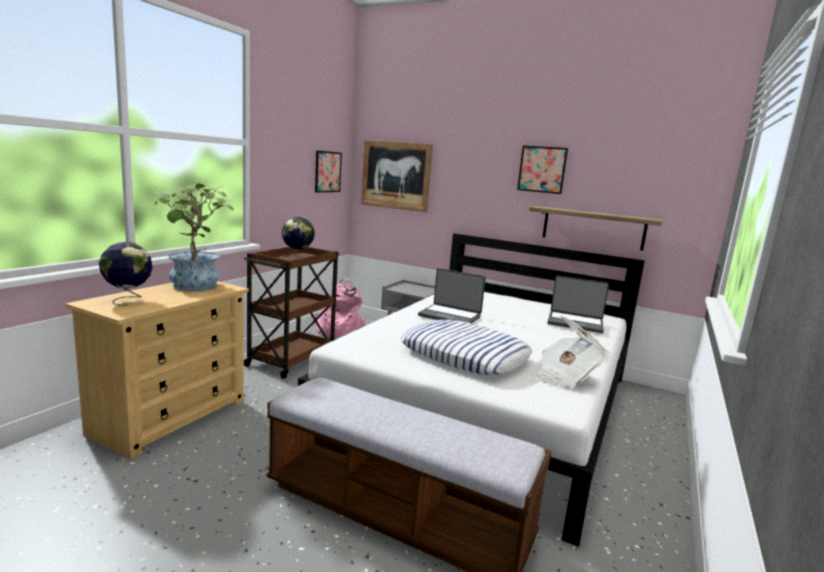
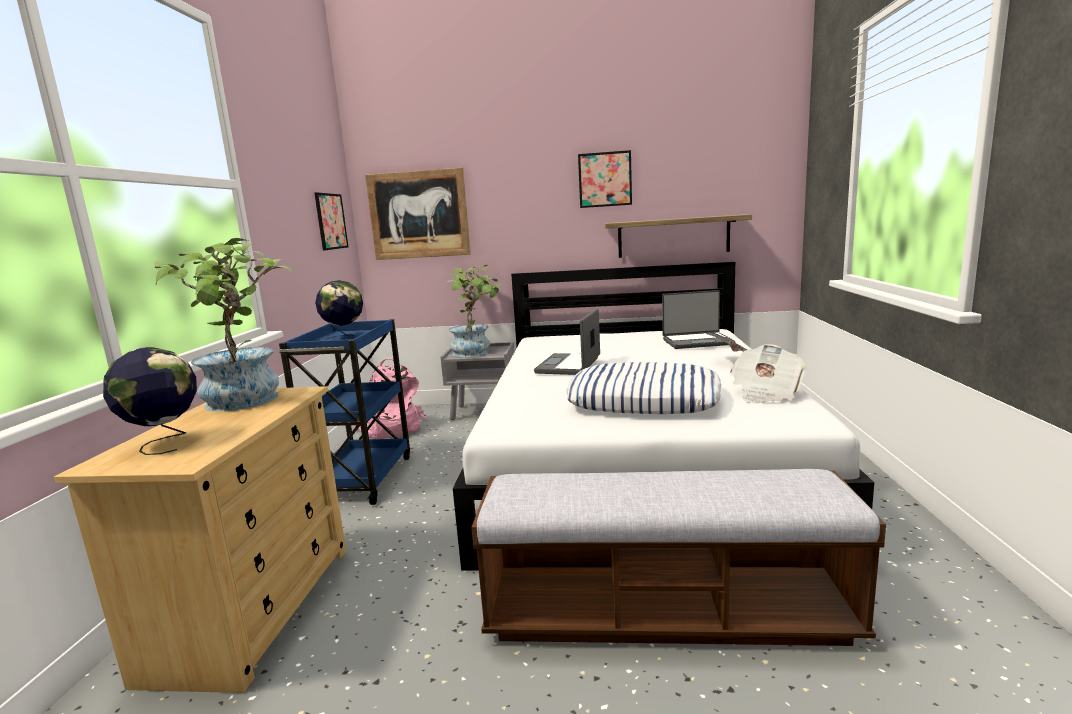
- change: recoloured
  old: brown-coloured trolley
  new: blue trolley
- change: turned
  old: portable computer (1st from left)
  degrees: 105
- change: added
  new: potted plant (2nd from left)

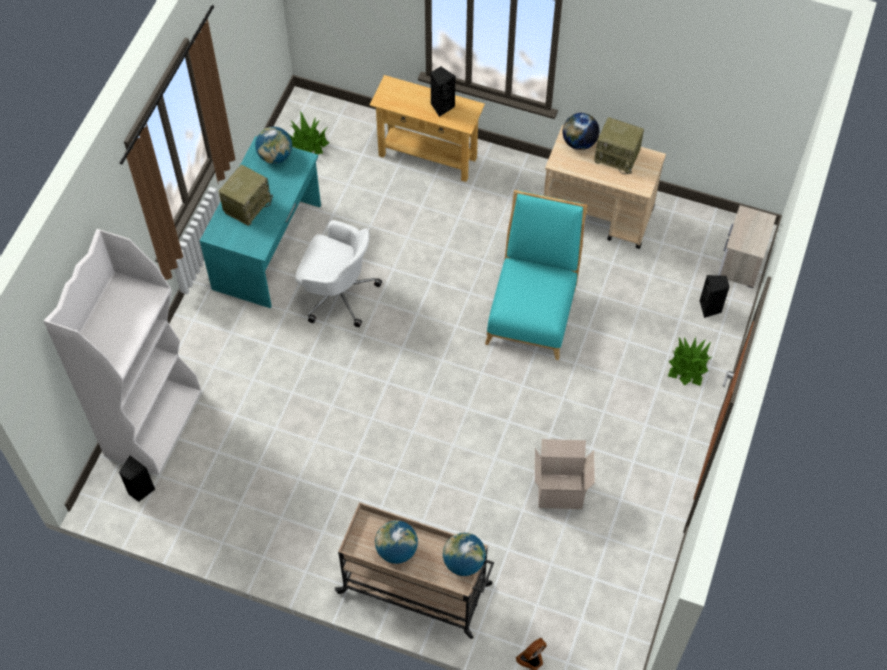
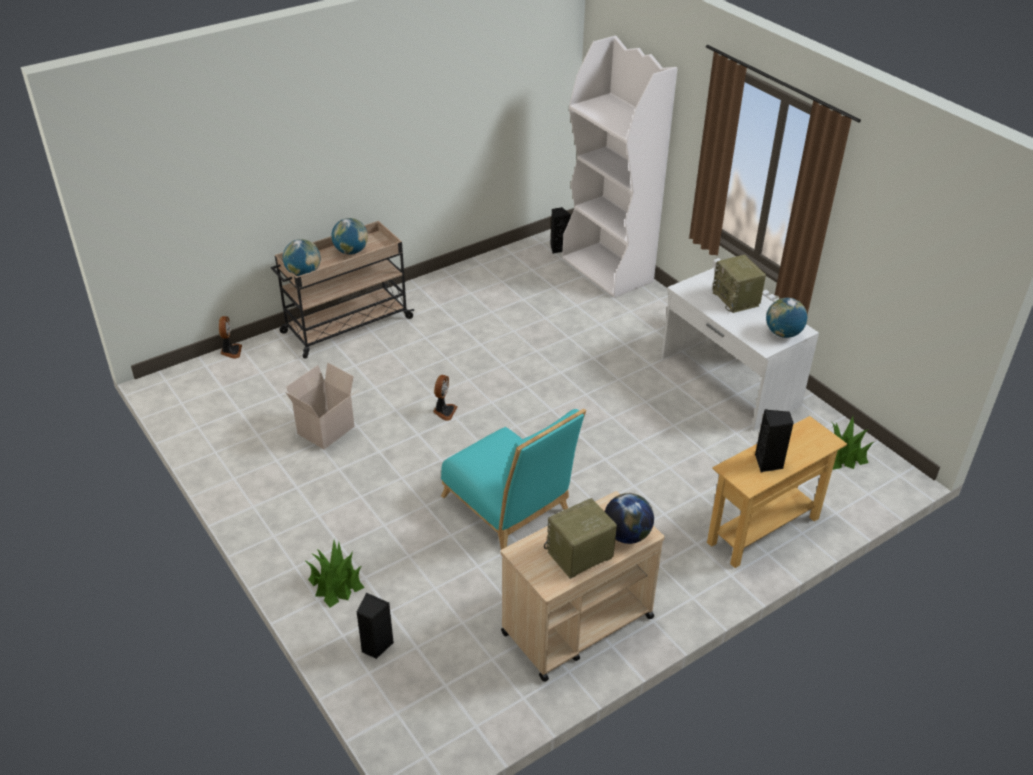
- change: recoloured
  old: blue-green desk table
  new: white desk table
- change: removed
  old: night table
- change: removed
  old: white desk chair
- change: added
  new: fan (2nd from left)

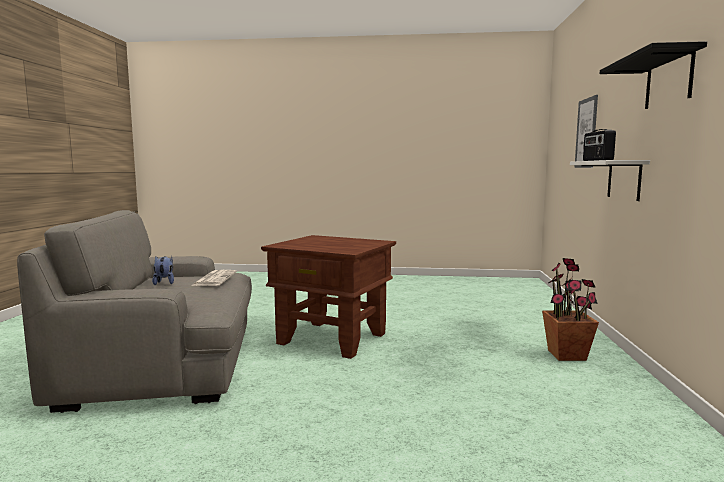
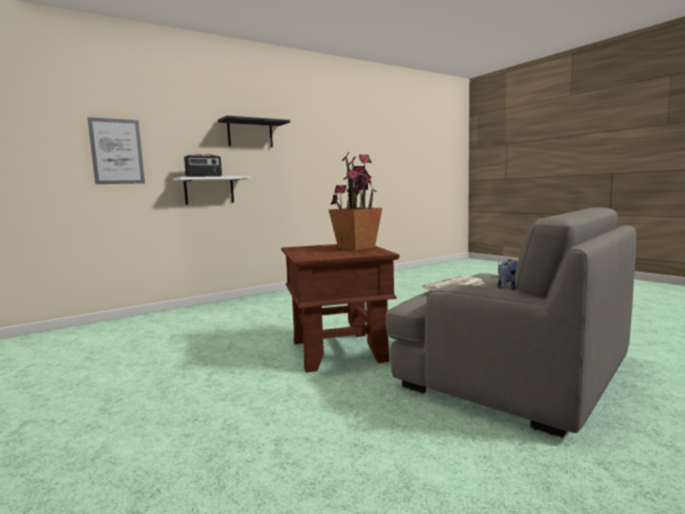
- change: moved
  old: potted plant

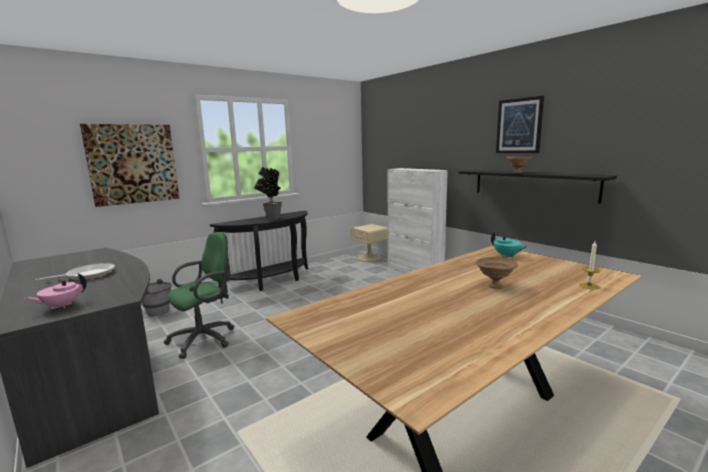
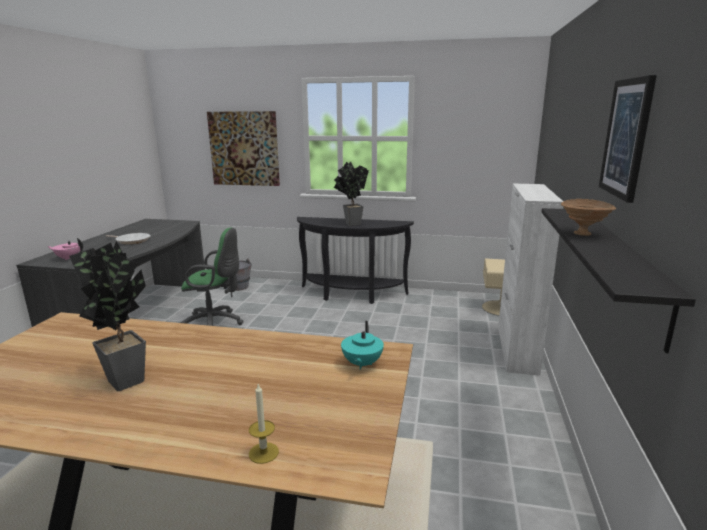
- change: removed
  old: brown-coloured bowl (1st from left)
- change: added
  new: potted plant (1st from left)

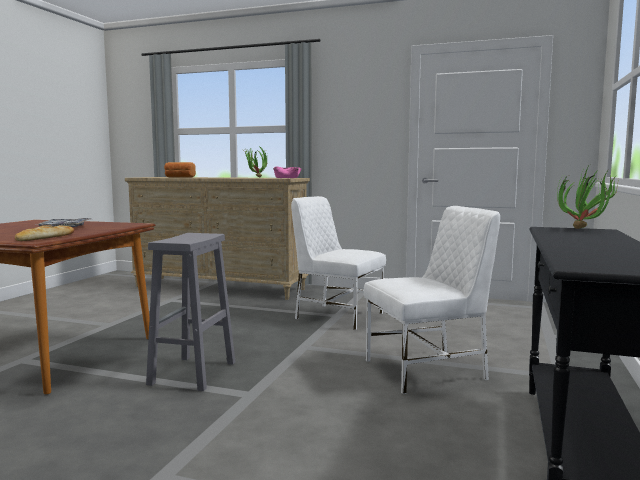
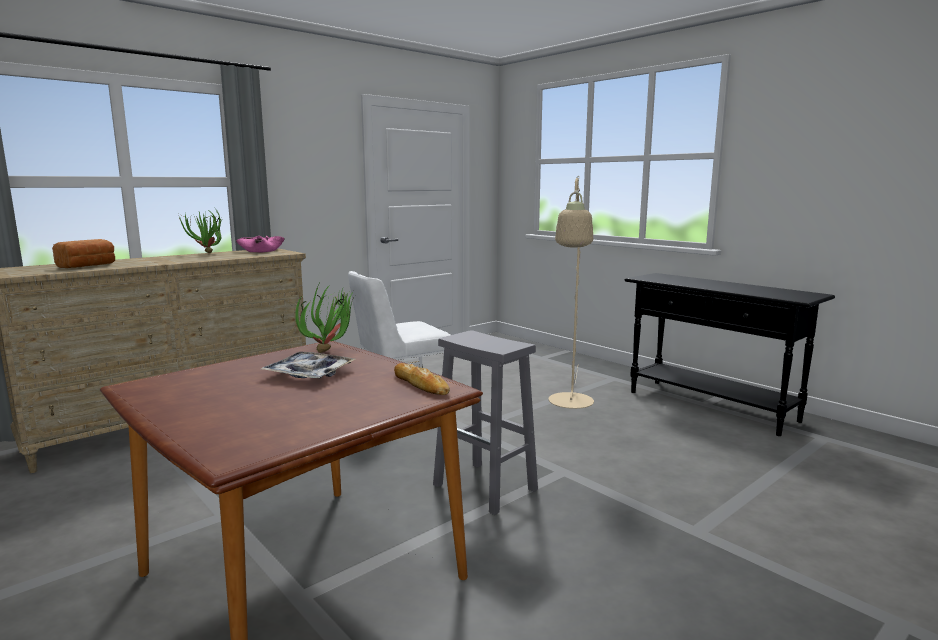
- change: moved
  old: potted plant (2nd from left)
- change: replaced
  old: white plain chair (2nd from left)
  new: beige-coloured standard lamp

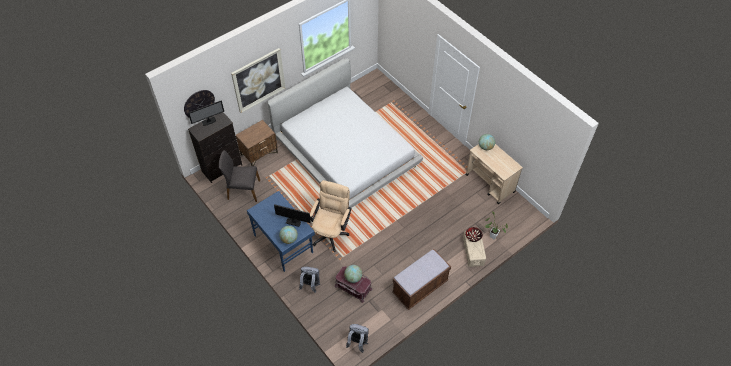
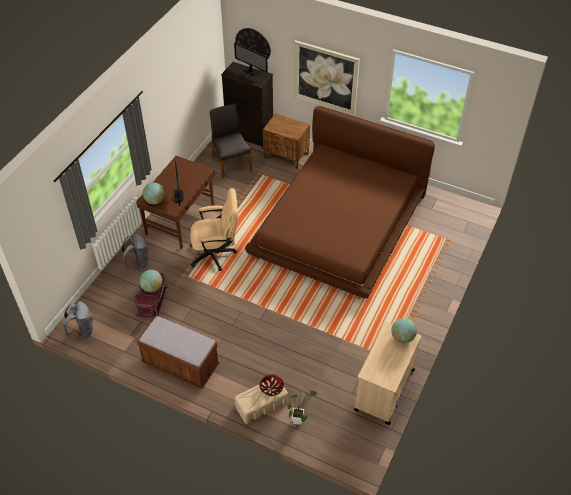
- change: recoloured
  old: white bed
  new: brown-coloured bed
- change: recoloured
  old: blue desk table
  new: brown-coloured desk table

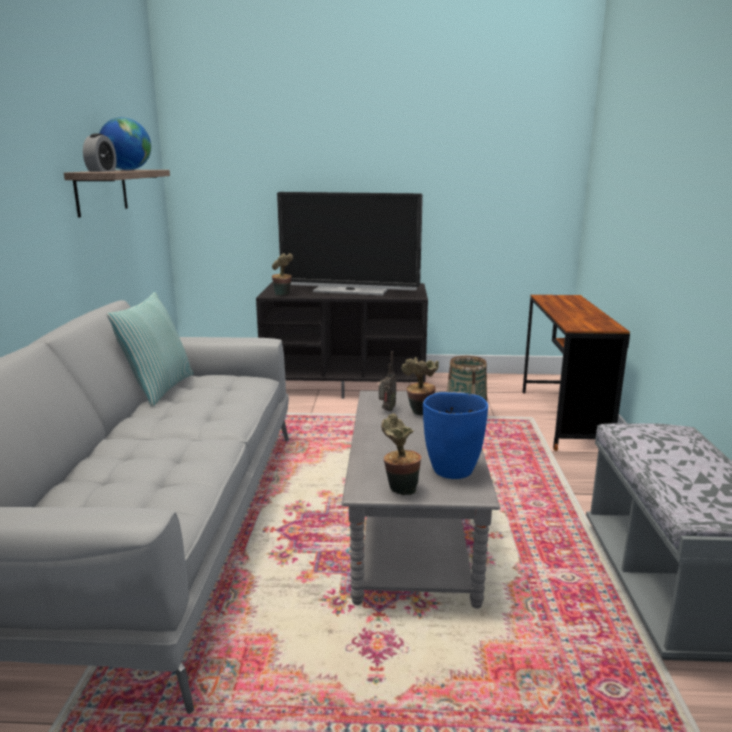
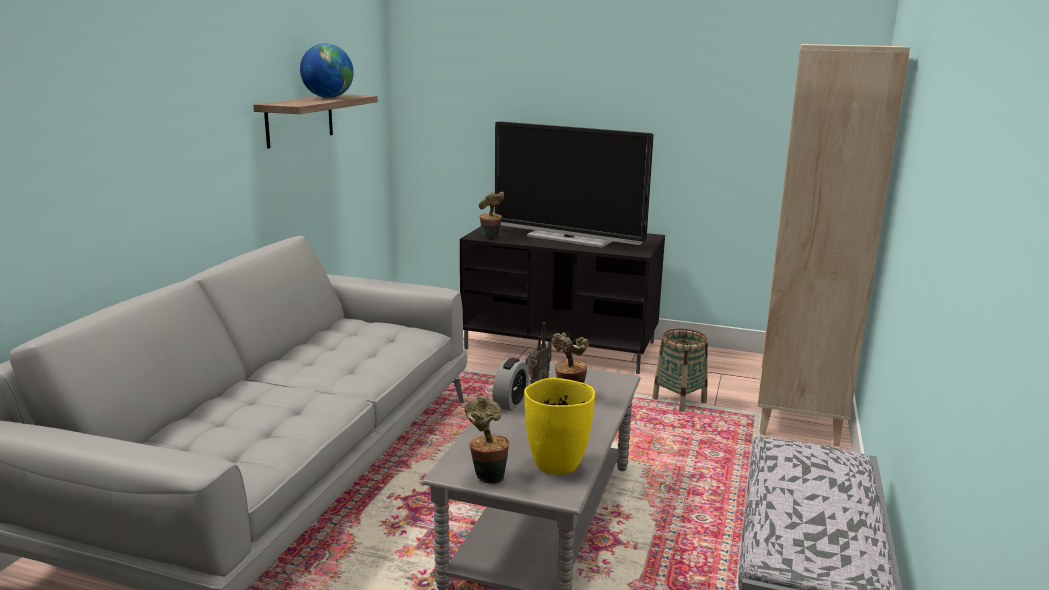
- change: moved
  old: bedside clock
- change: removed
  old: pillow
- change: replaced
  old: brown-coloured desk table
  new: beige-coloured bookshelf
- change: recoloured
  old: blue flower vase
  new: yellowish flower vase

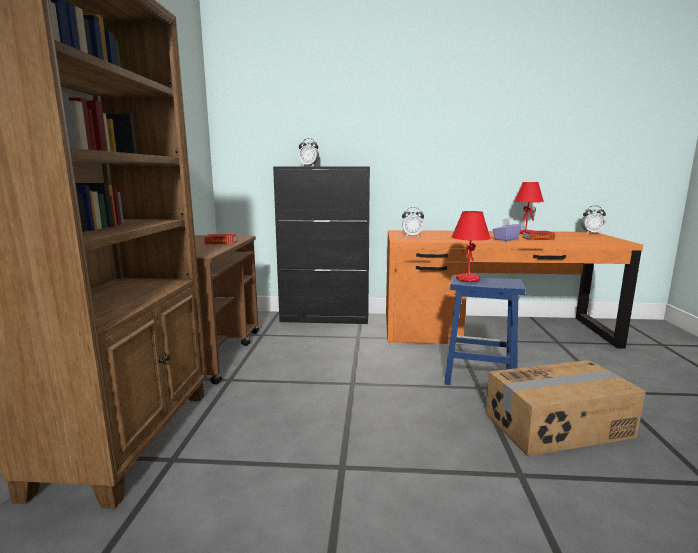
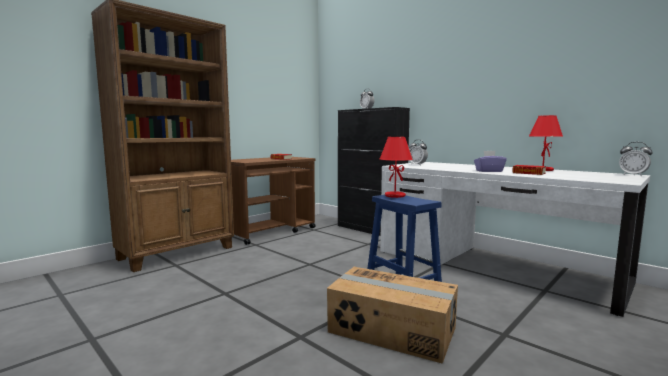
- change: recoloured
  old: orange-coloured desk table
  new: white desk table

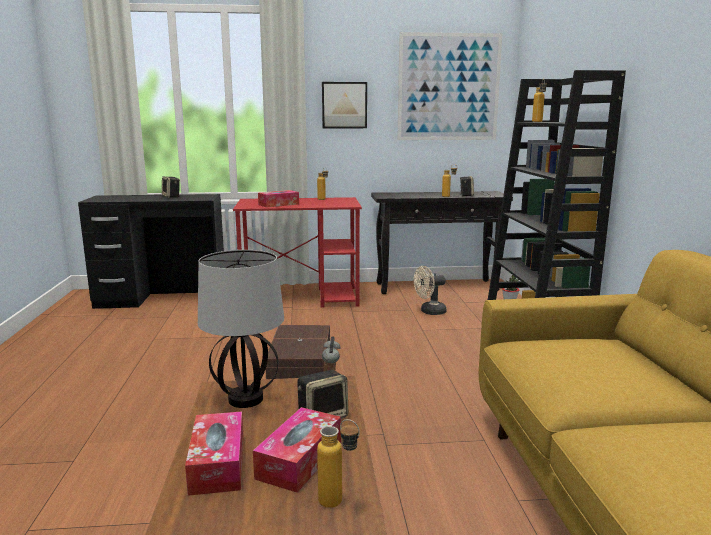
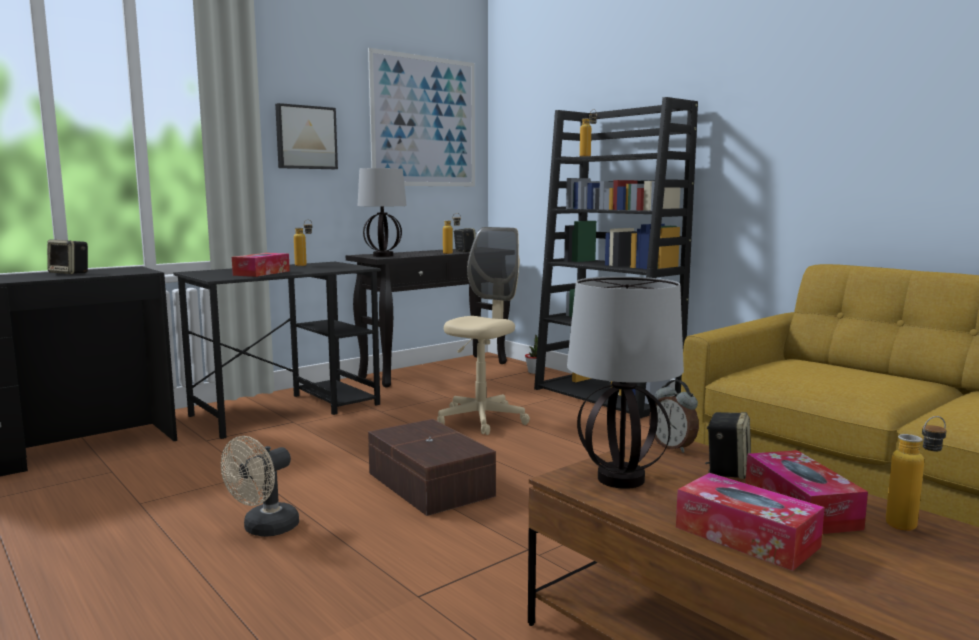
- change: recoloured
  old: red desk table
  new: blackish desk table (2nd from left)
- change: moved
  old: beige-coloured fan
- change: added
  new: table lamp (1st from left)
- change: added
  new: beige-coloured desk chair

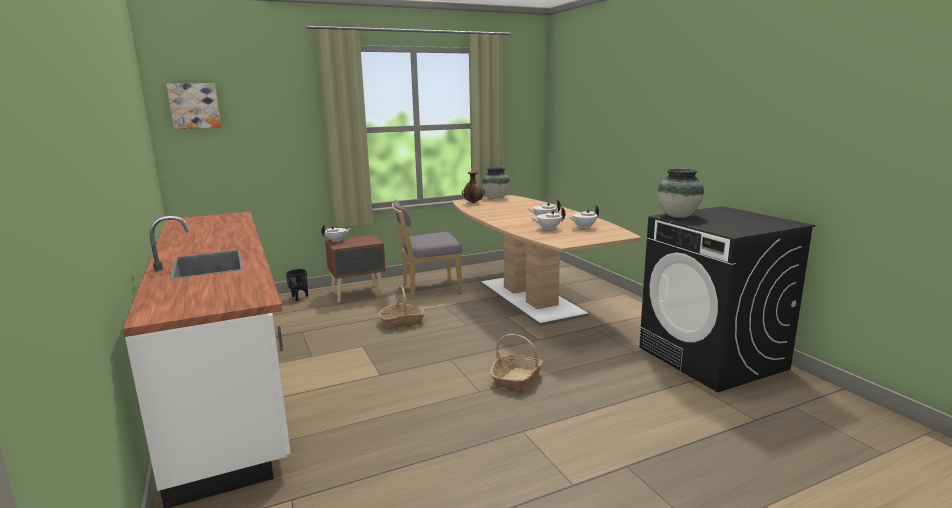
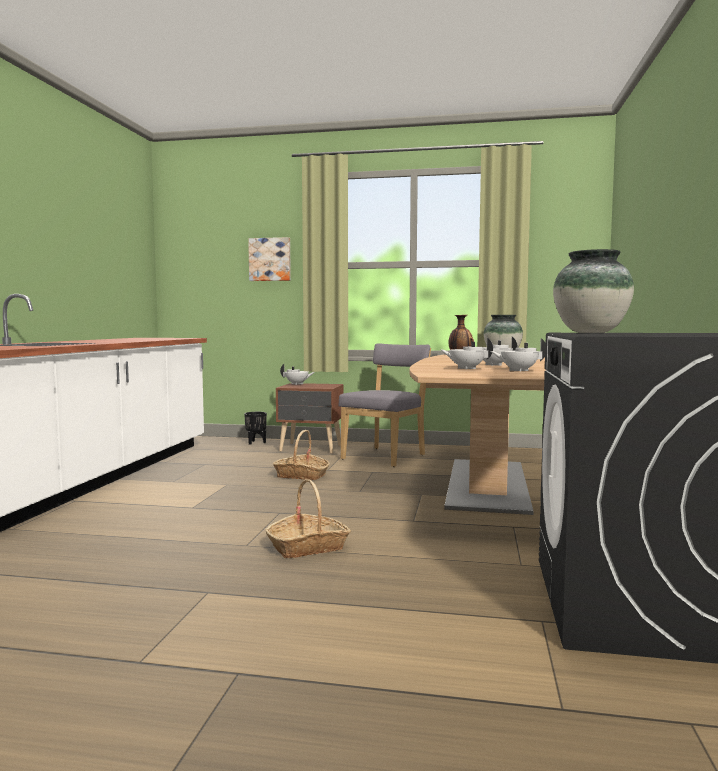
- change: moved
  old: wall art
- change: turned
  old: grey plain chair
  degrees: 105

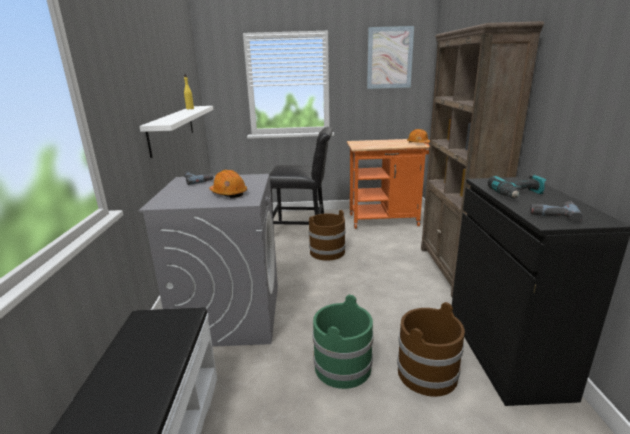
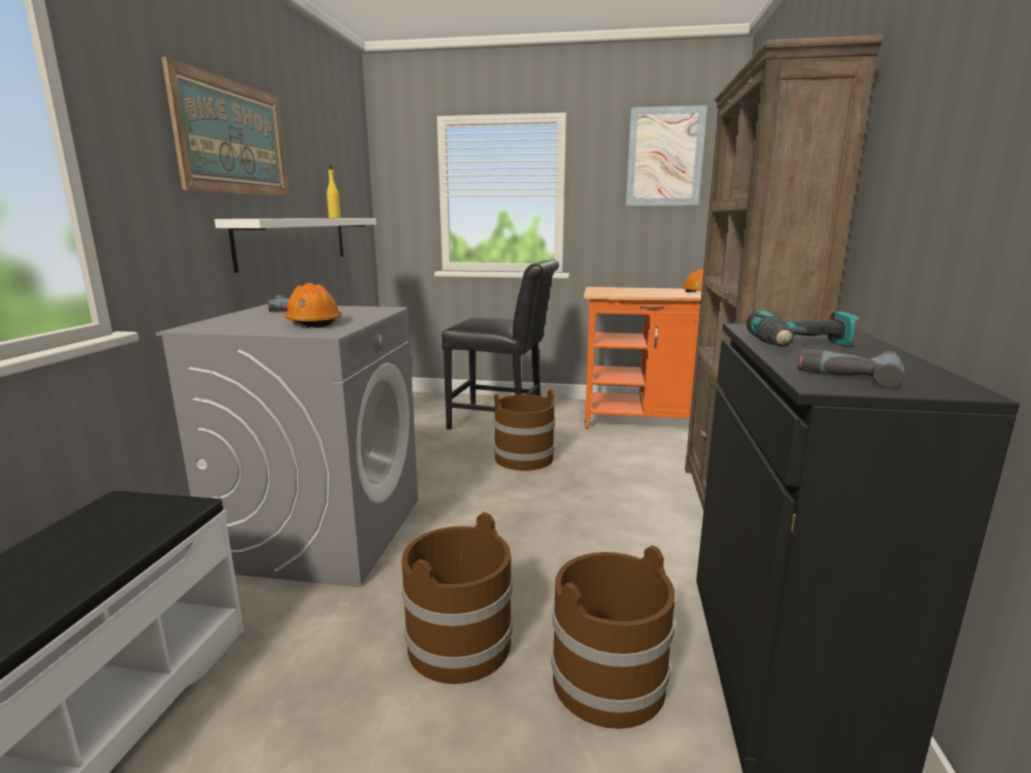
- change: recoloured
  old: green-coloured pail
  new: brown-coloured pail (1st from left)
- change: added
  new: wall art (1st from left)

